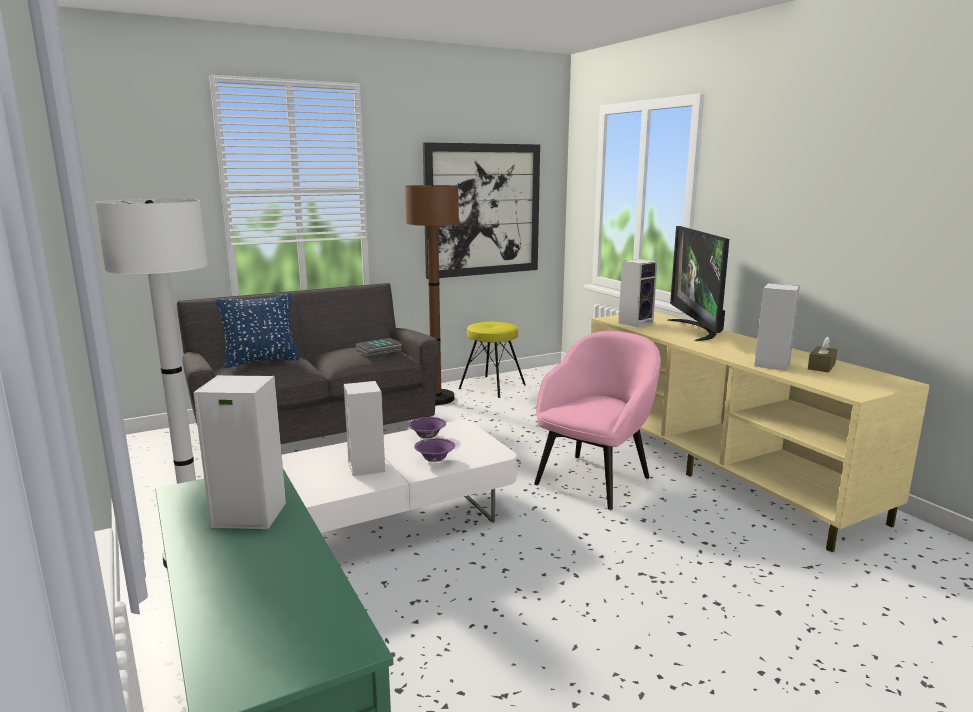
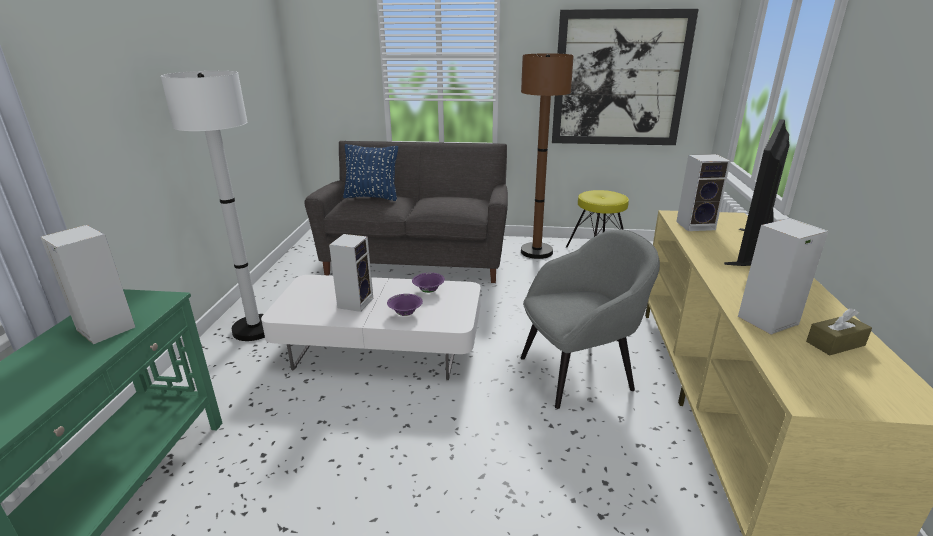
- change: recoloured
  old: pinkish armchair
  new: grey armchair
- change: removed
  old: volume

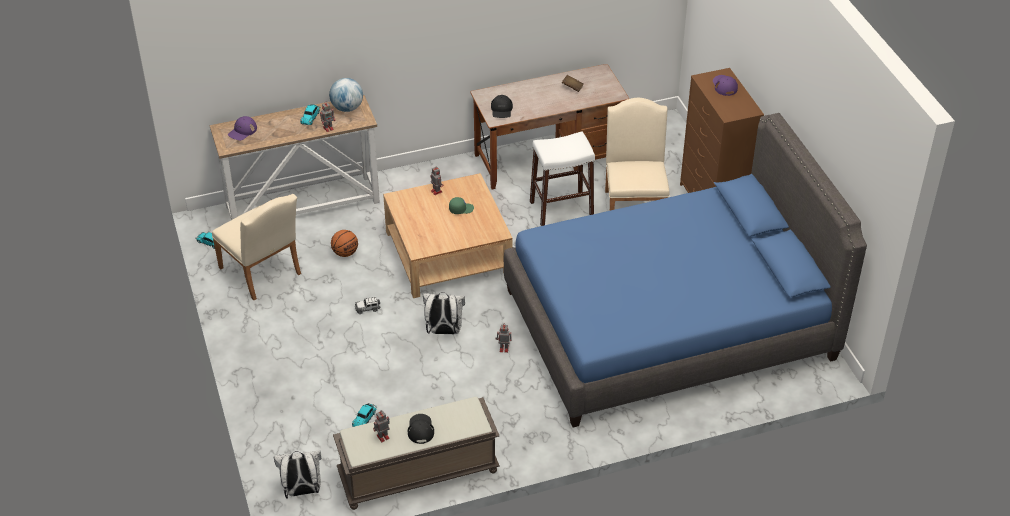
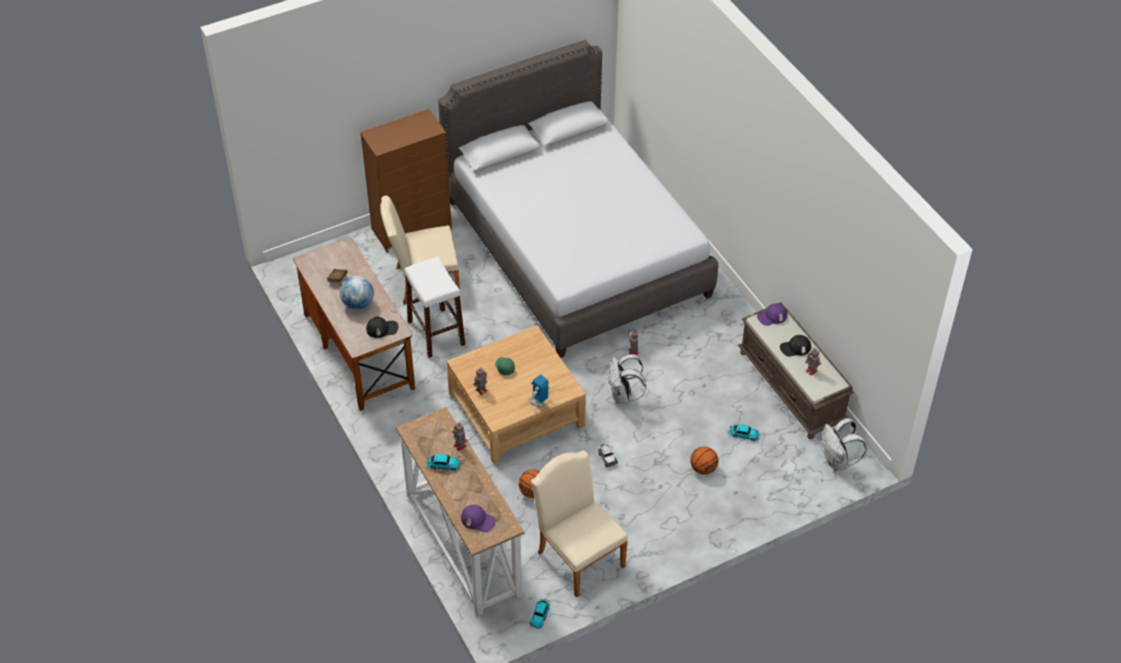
- change: moved
  old: purple baseball cap (2nd from left)
- change: moved
  old: desk globe
- change: recoloured
  old: blue bed
  new: grey bed
- change: turned
  old: beige-coloured plain chair (1st from left in the first image)
  degrees: -75
- change: added
  new: model robot (3rd from left)
- change: added
  new: basketball (2nd from left)

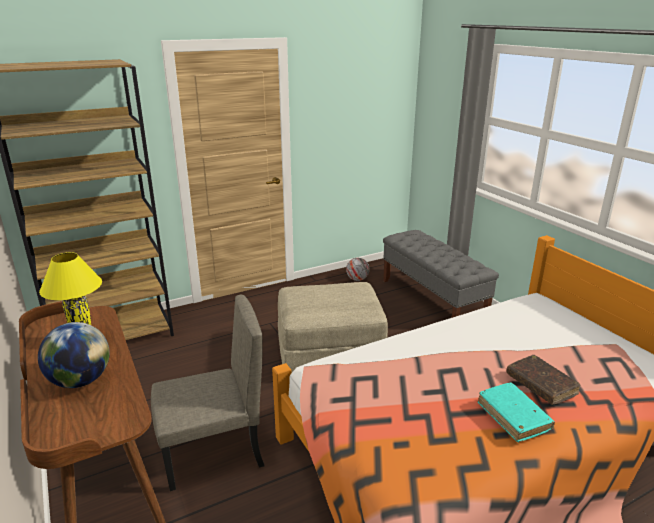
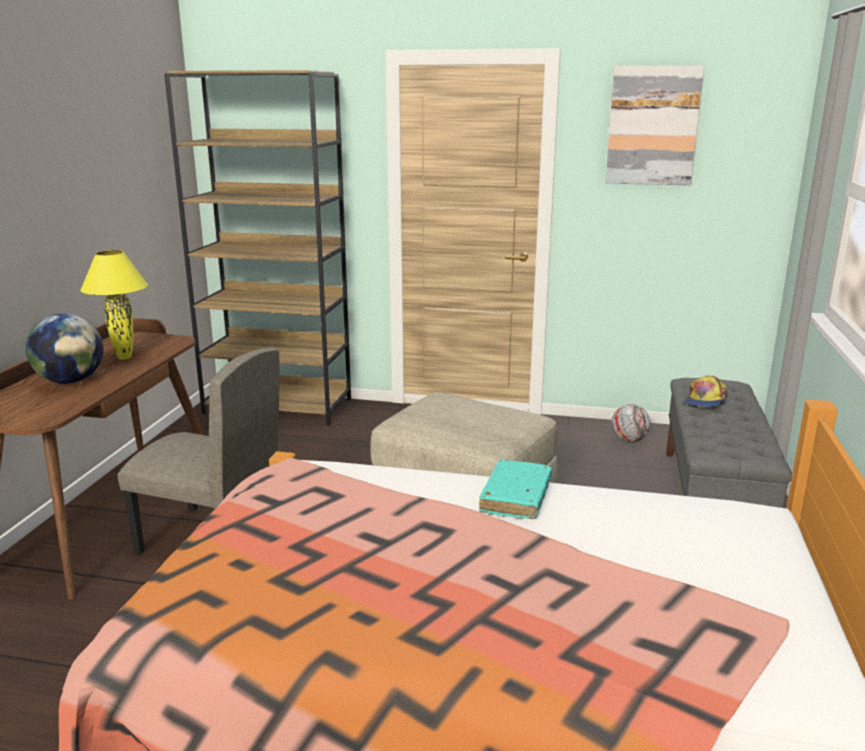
- change: removed
  old: brown-coloured volume
- change: moved
  old: blue-green volume
- change: added
  new: wall art
- change: added
  new: baseball cap

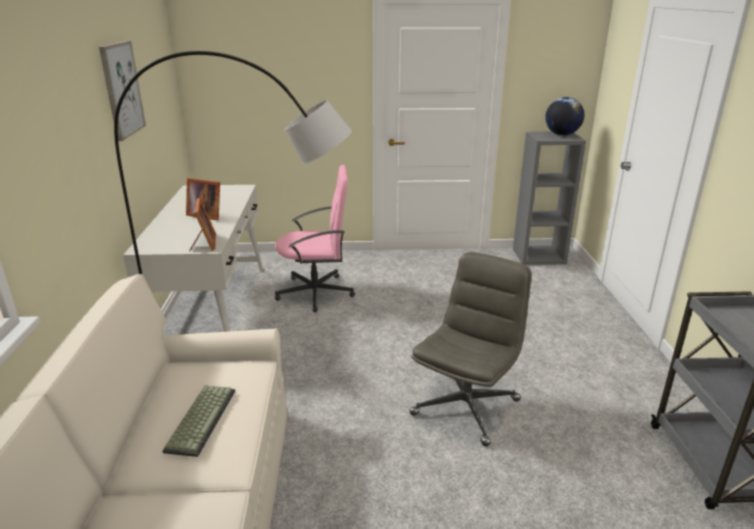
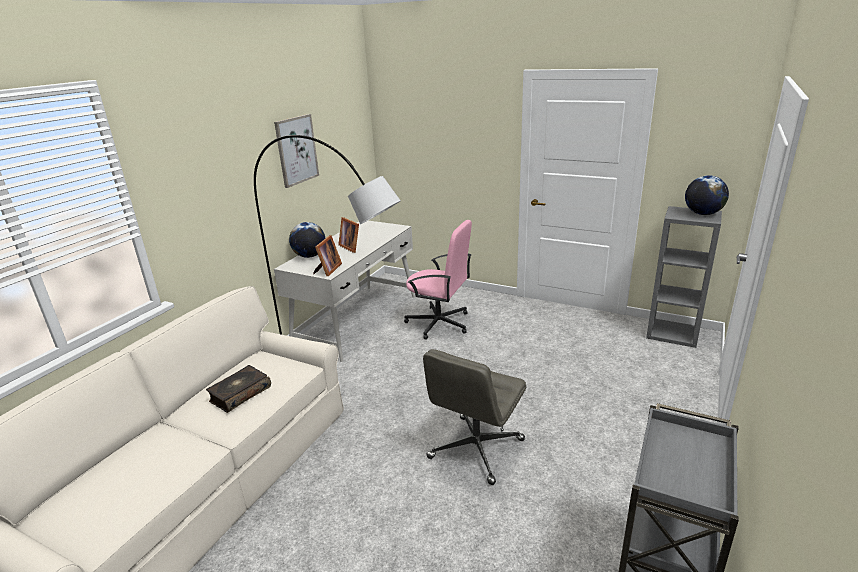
- change: turned
  old: grey desk chair
  degrees: 150
- change: replaced
  old: computer keyboard
  new: volume
- change: added
  new: desk globe (1st from left)

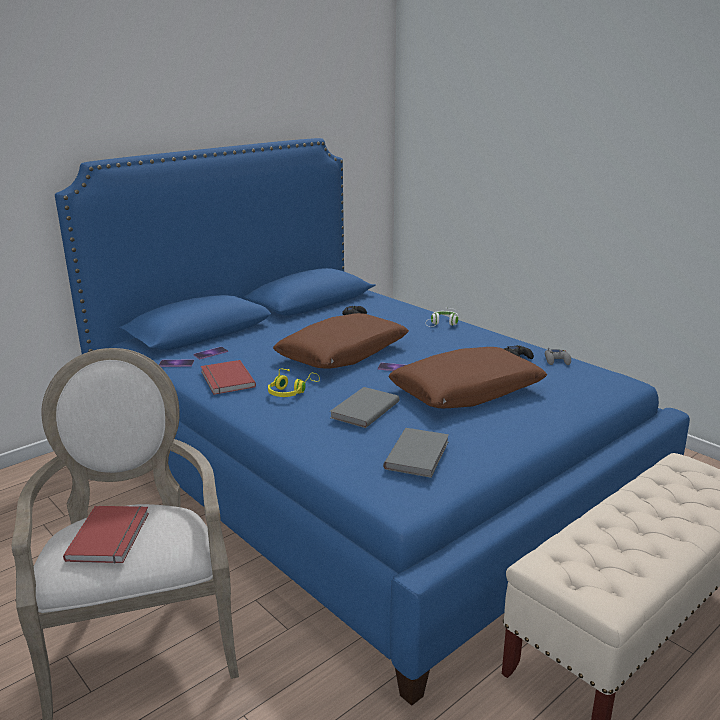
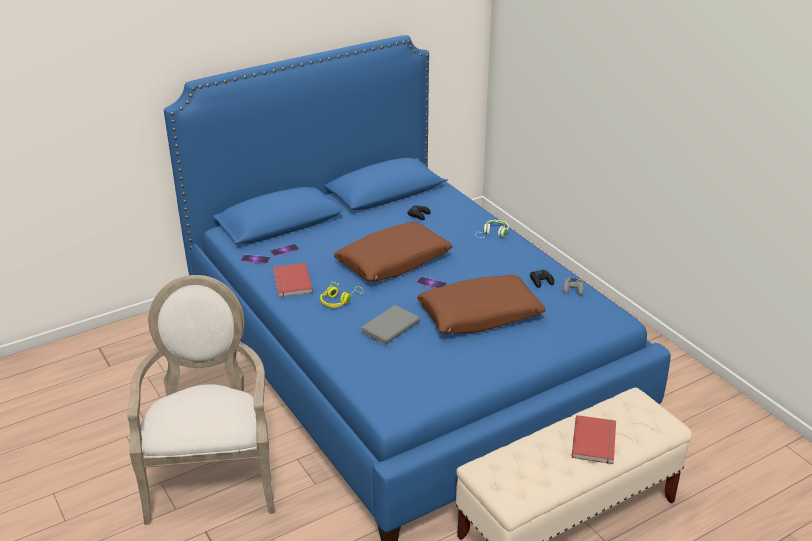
- change: removed
  old: grey volume (2nd from left)
- change: moved
  old: red volume (1st from left in the first image)
  new: red volume (2nd from left)

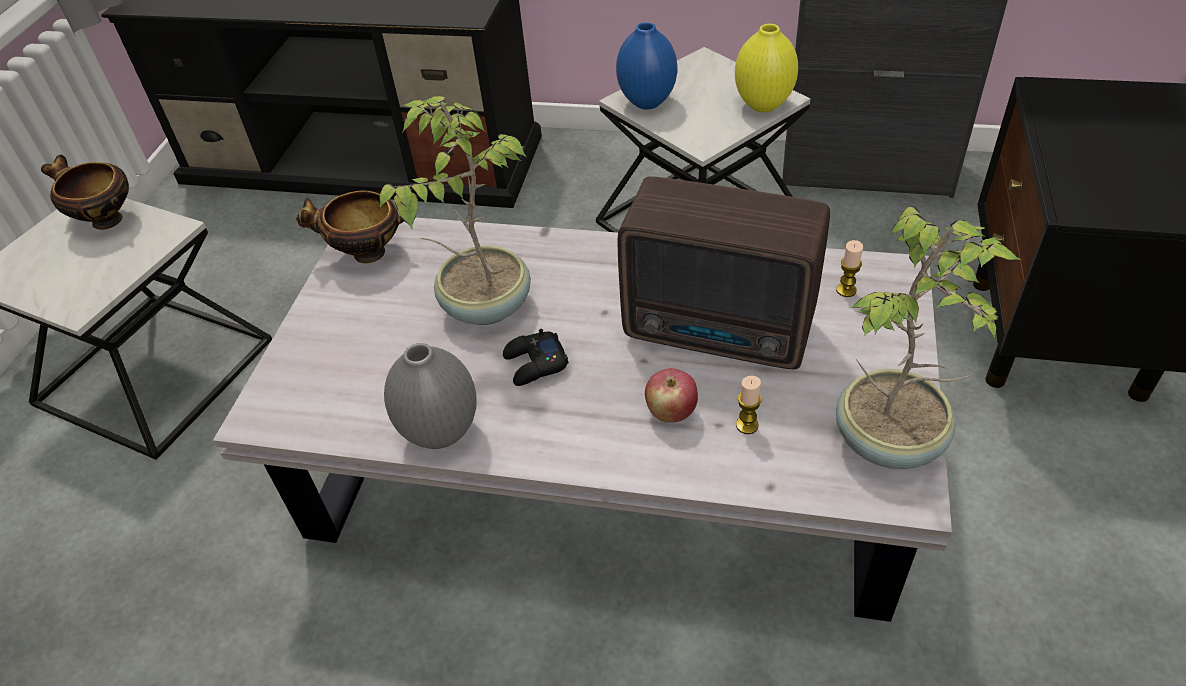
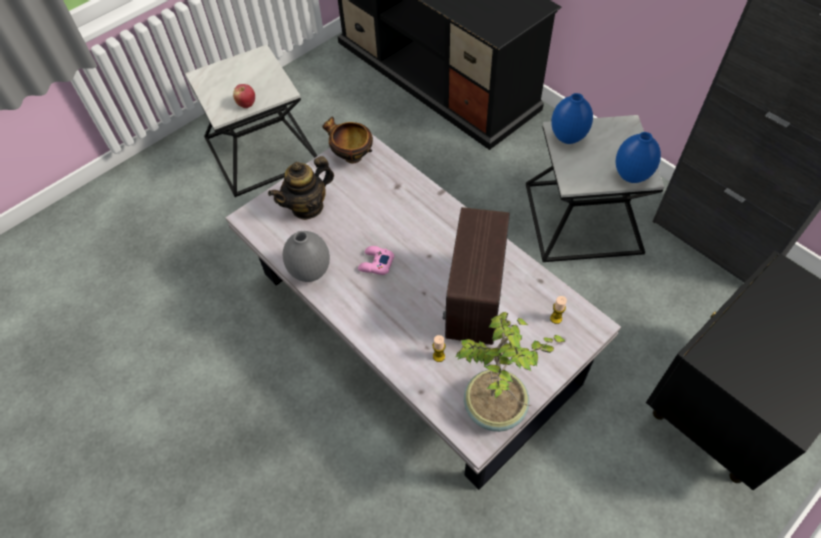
- change: recoloured
  old: yellowish flower vase
  new: blue flower vase (2nd from left)
- change: removed
  old: potted plant (1st from left)
- change: removed
  old: bowl (1st from left)
- change: turned
  old: radio receiver
  degrees: 45
- change: recoloured
  old: blackish joypad
  new: pinkish joypad
- change: moved
  old: apple
- change: added
  new: tea pot

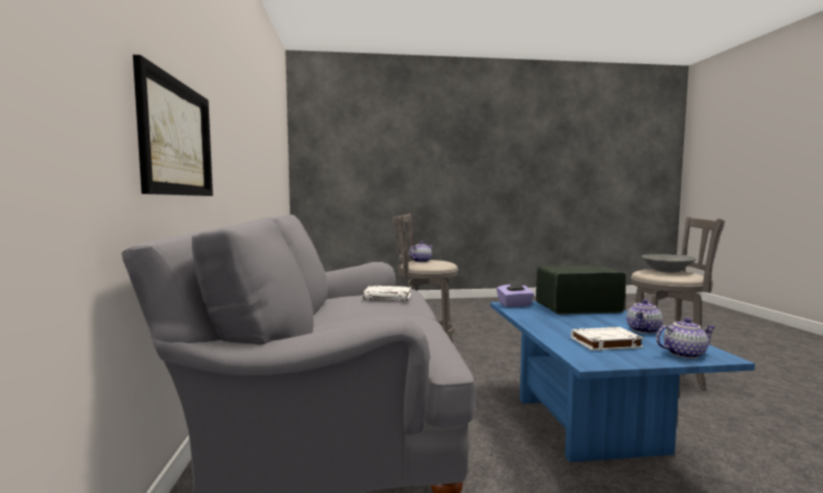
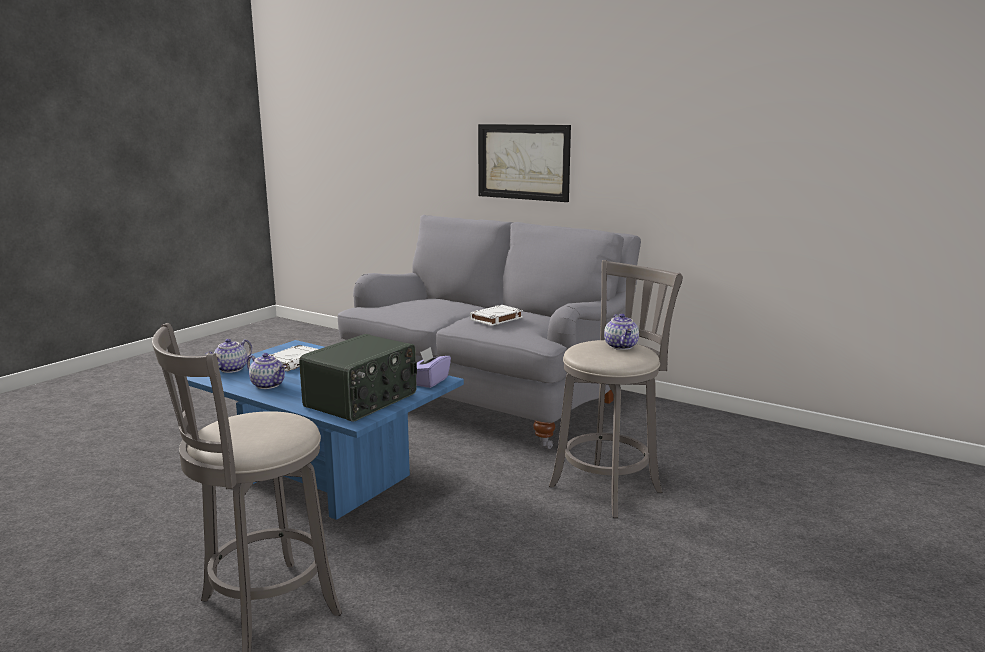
- change: removed
  old: grey bowl
- change: turned
  old: tea pot (2nd from left)
  degrees: 135

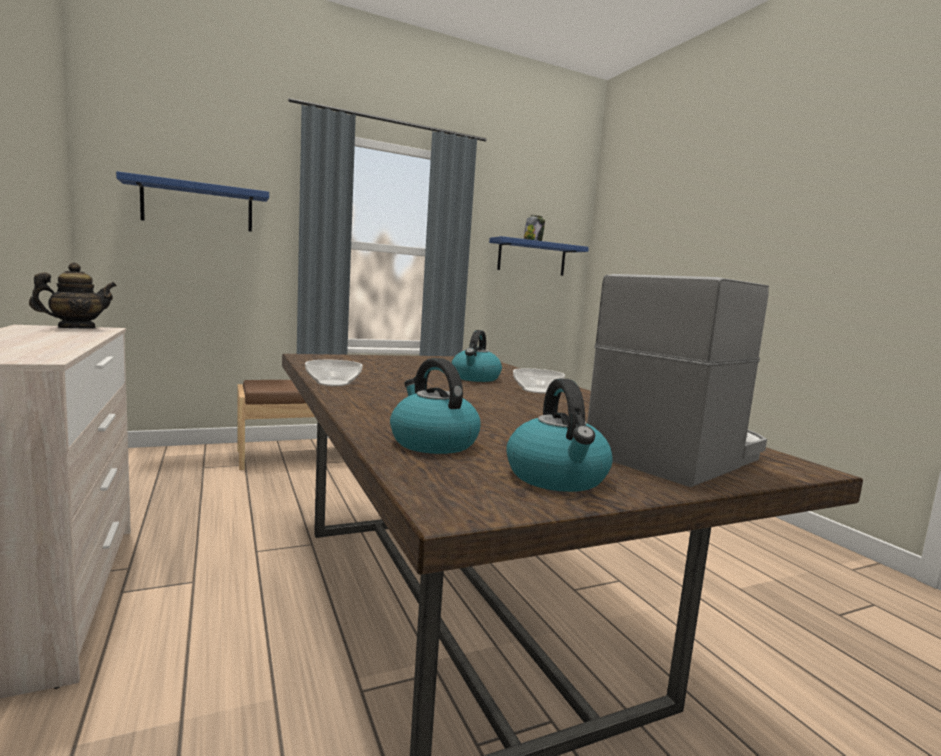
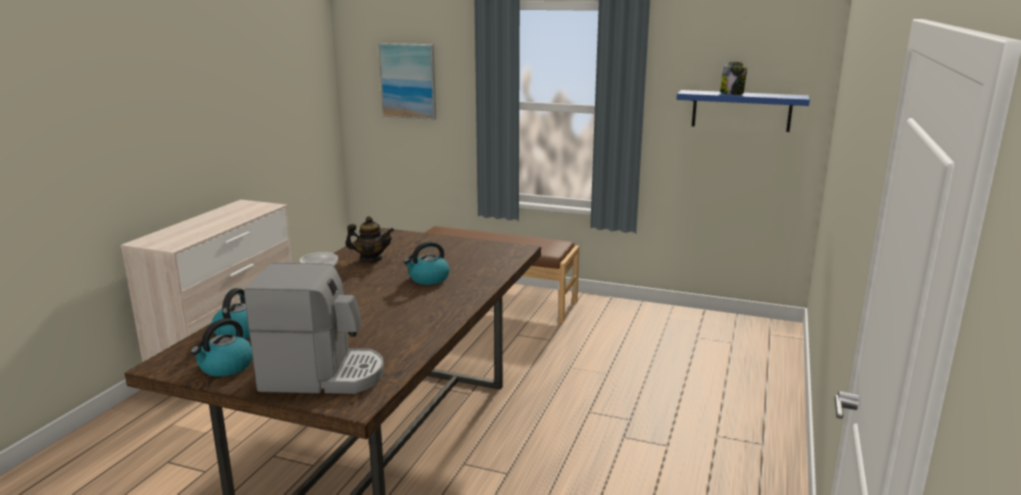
- change: replaced
  old: blue wall shelf (1st from left)
  new: wall art
- change: moved
  old: tea pot
- change: removed
  old: bowl (2nd from left)

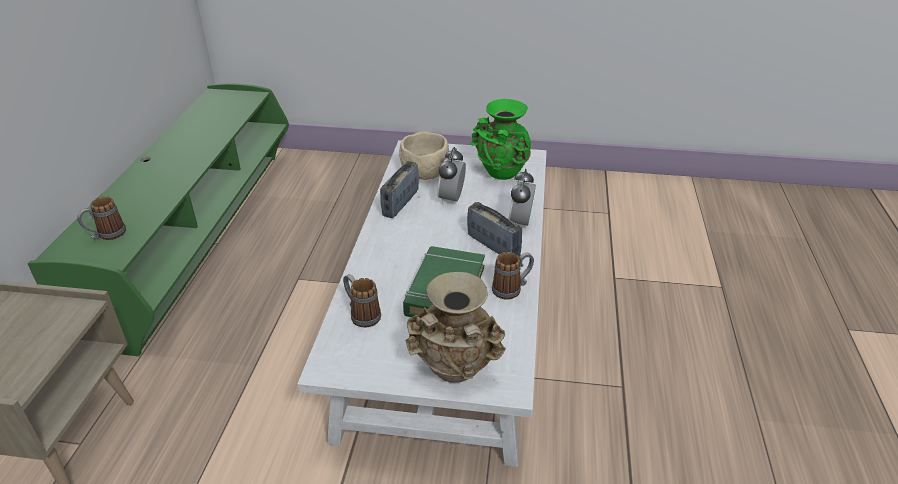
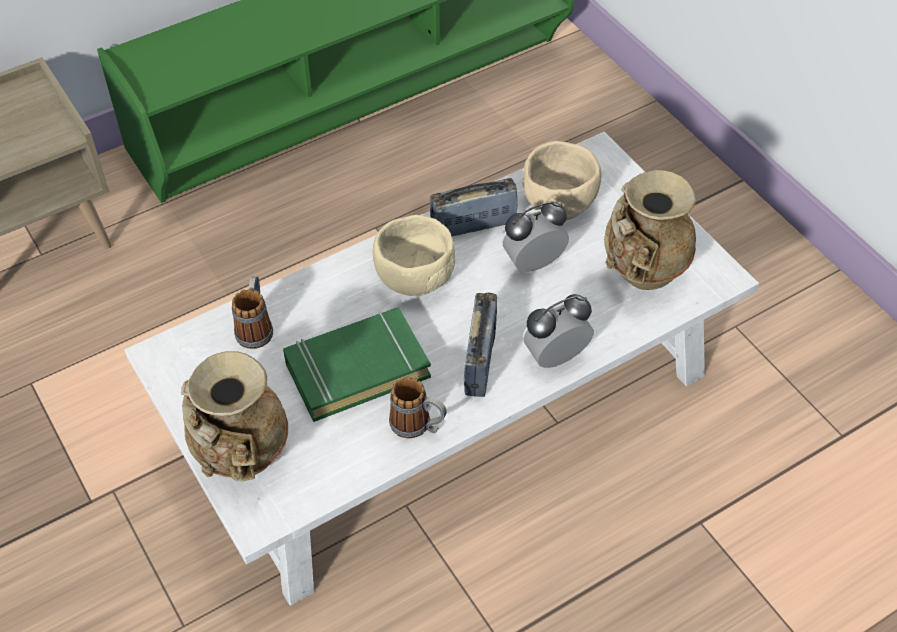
- change: recoloured
  old: green-coloured flower vase
  new: beige-coloured flower vase (2nd from left)
- change: removed
  old: tea mug (1st from left)
- change: added
  new: beige-coloured bowl (1st from left)

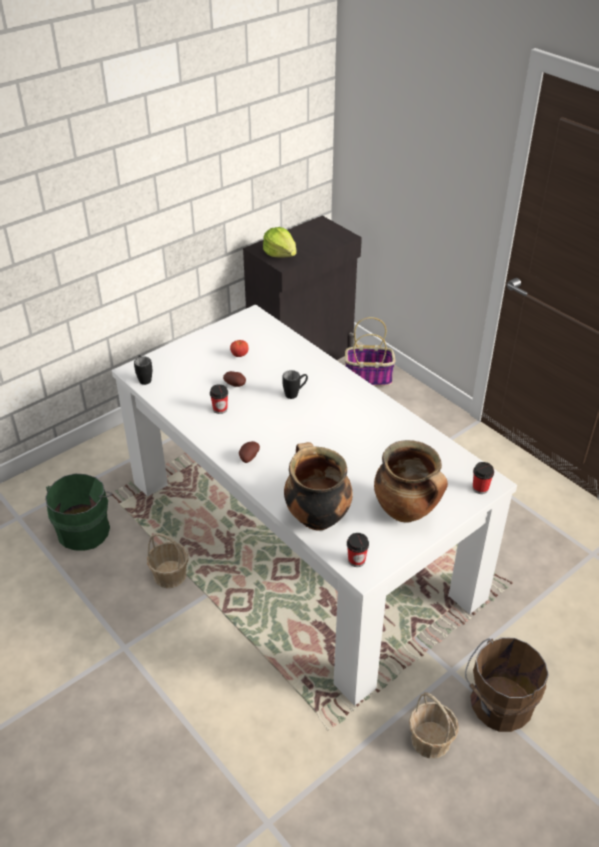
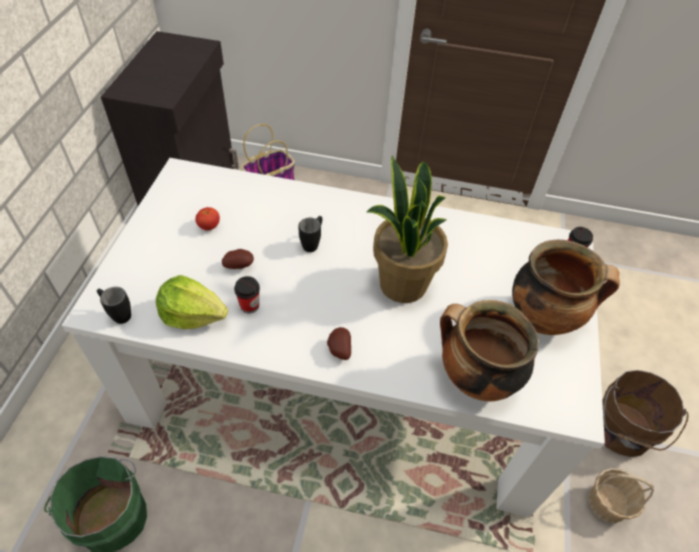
- change: moved
  old: lettuce
- change: removed
  old: household basket (1st from left)
- change: removed
  old: drinking cup (2nd from left)
- change: added
  new: potted plant

